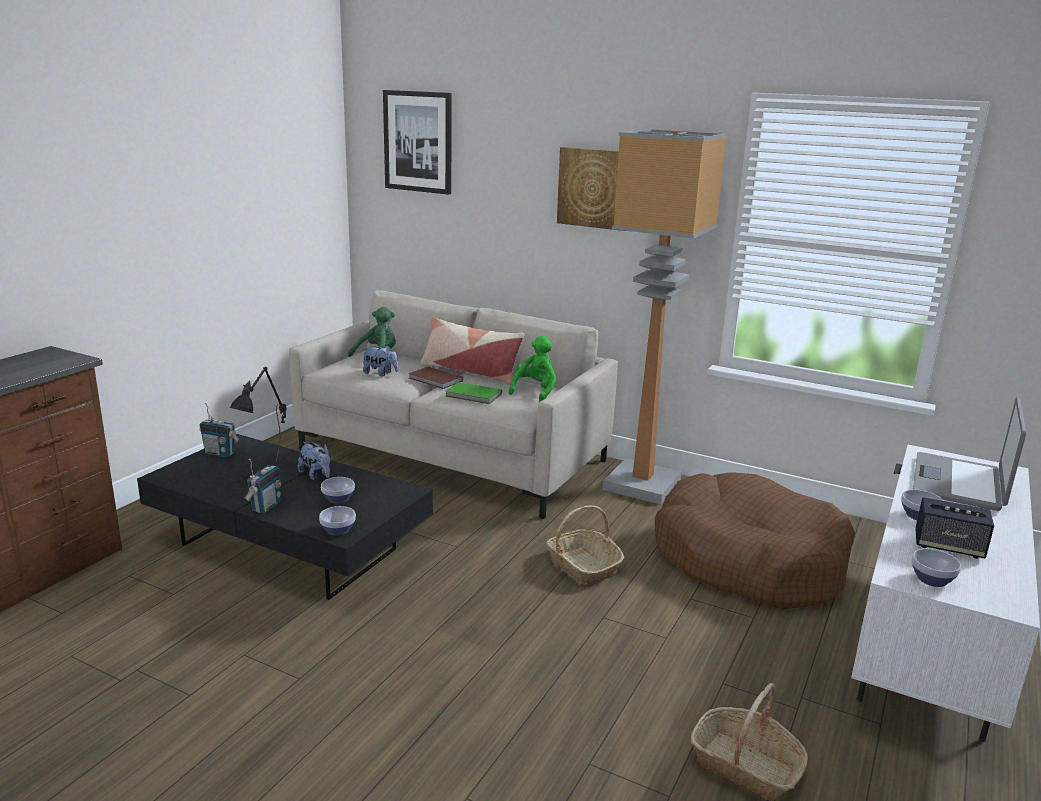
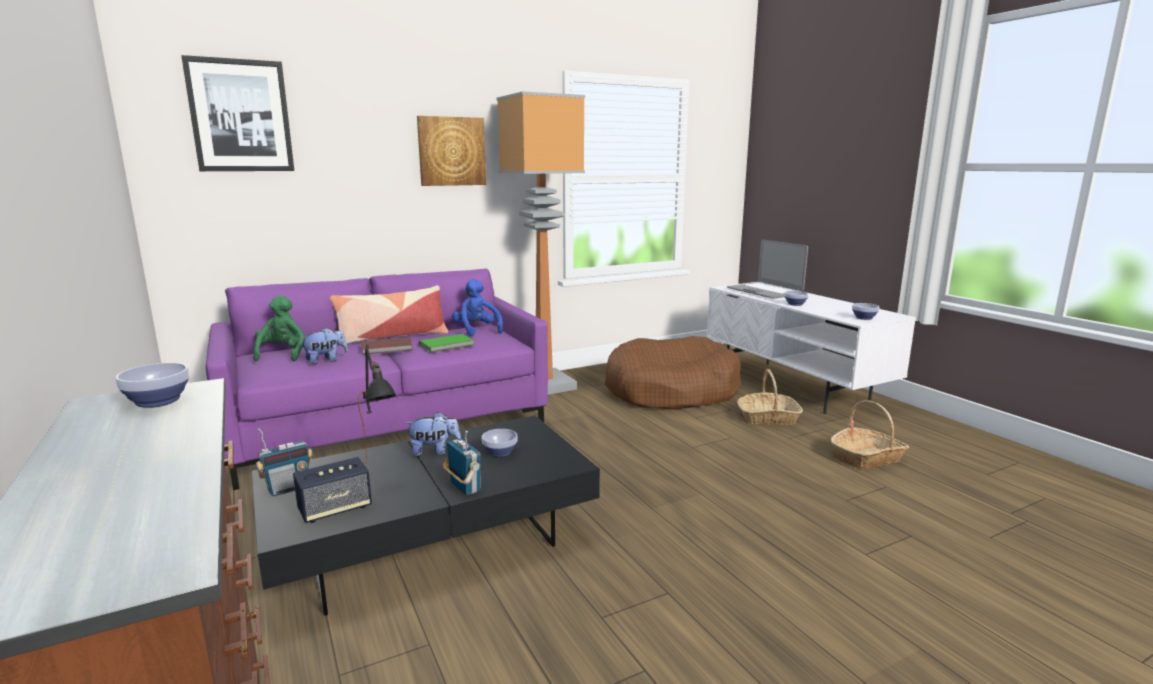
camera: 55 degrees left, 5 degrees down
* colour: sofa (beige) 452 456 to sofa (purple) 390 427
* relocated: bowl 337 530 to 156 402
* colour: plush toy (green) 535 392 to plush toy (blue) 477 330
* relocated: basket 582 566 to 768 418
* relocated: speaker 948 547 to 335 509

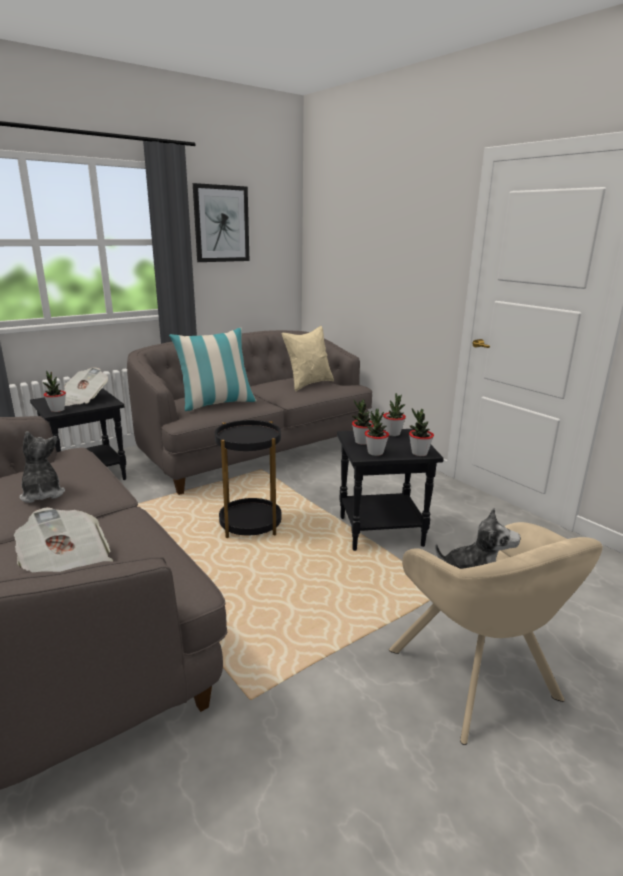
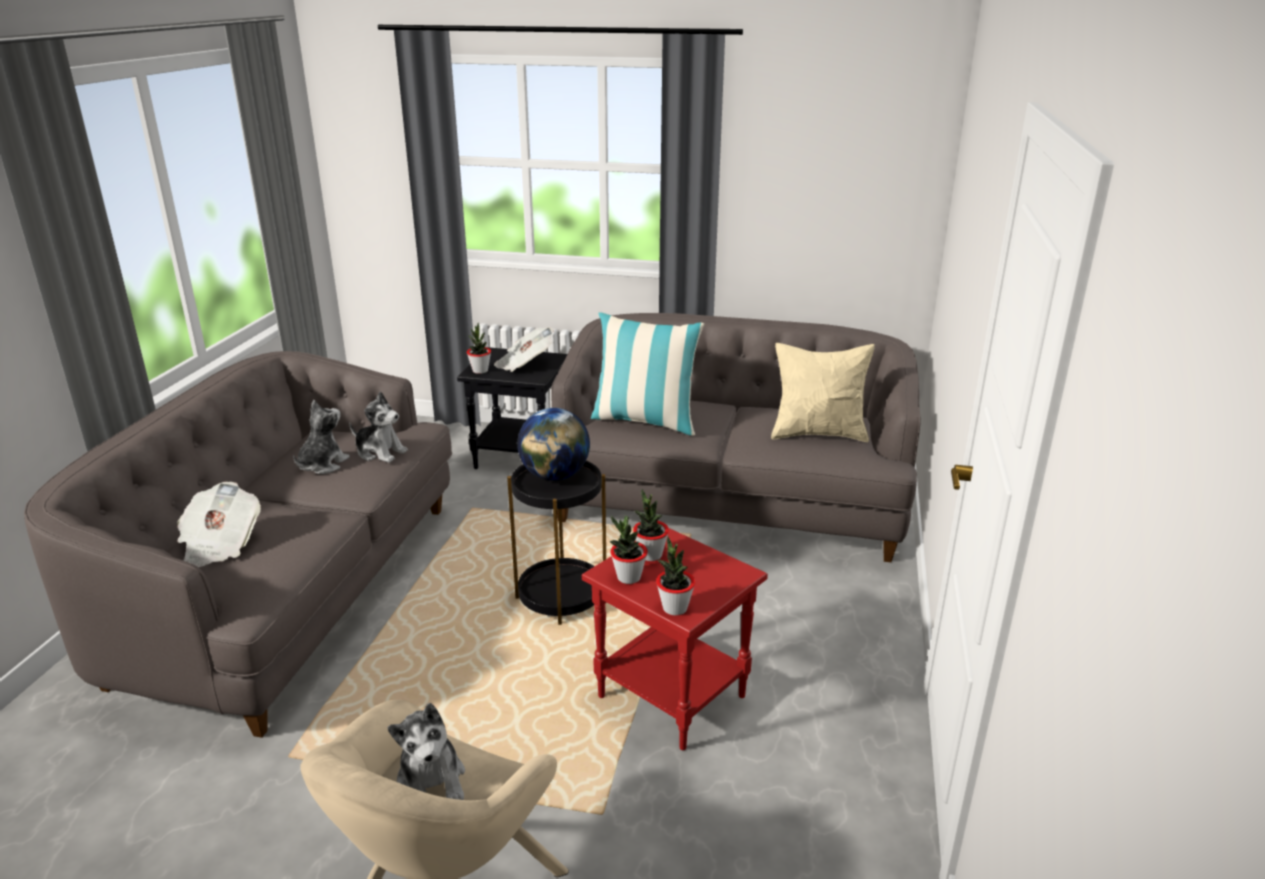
camera: 50 degrees right, 5 degrees up
* missing: picture 221 224
* colour: side table (black) 380 532 to side table (red) 669 697
* missing: potted plant 393 433
* appeared: plush toy 380 452
* appeared: globe 555 476

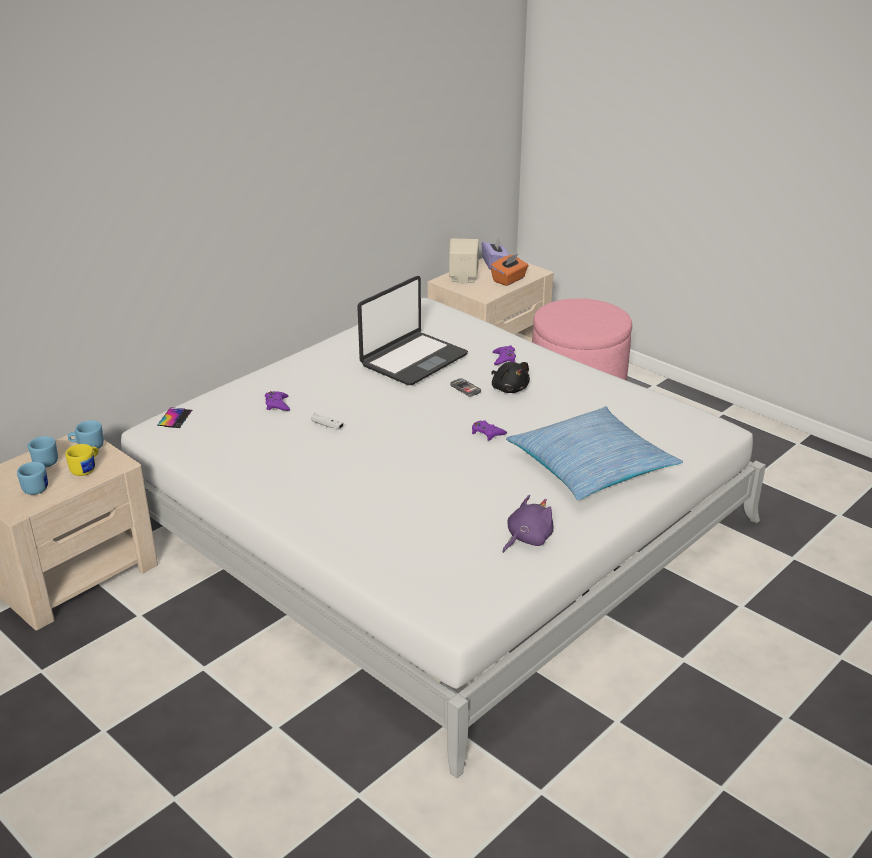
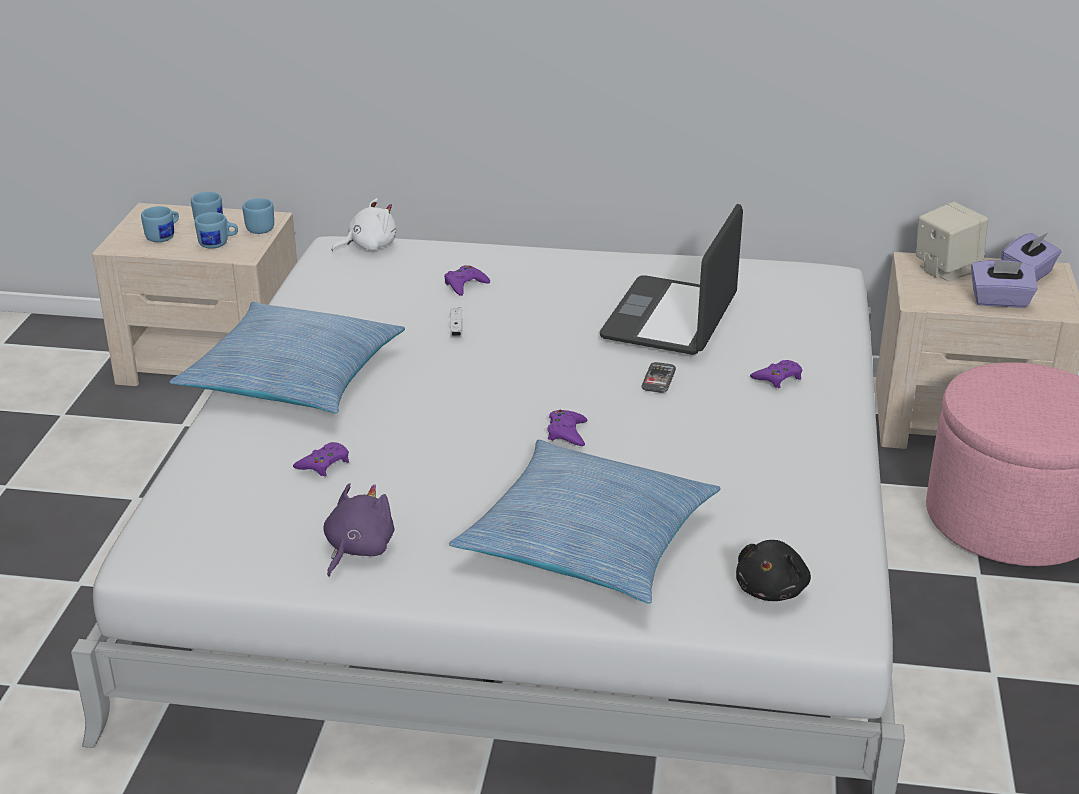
camera: 55 degrees right, 0 degrees up
* colour: mug (yellow) 86 469 to mug (blue) 218 244
* exchanged: phone 175 418 to plush toy (white) 369 246
* spun: laptop 413 360 = 671 318 105 degrees clockwise
* colour: tissue box (orange) 509 280 to tissue box (purple) 1000 301
* relocated: plush toy (black) 509 388 to 772 589
* spun: plush toy (purple) 527 539 = 357 549 75 degrees counterclockwise
* appeared: pillow 293 377
* appeared: game controller (purple) 324 463

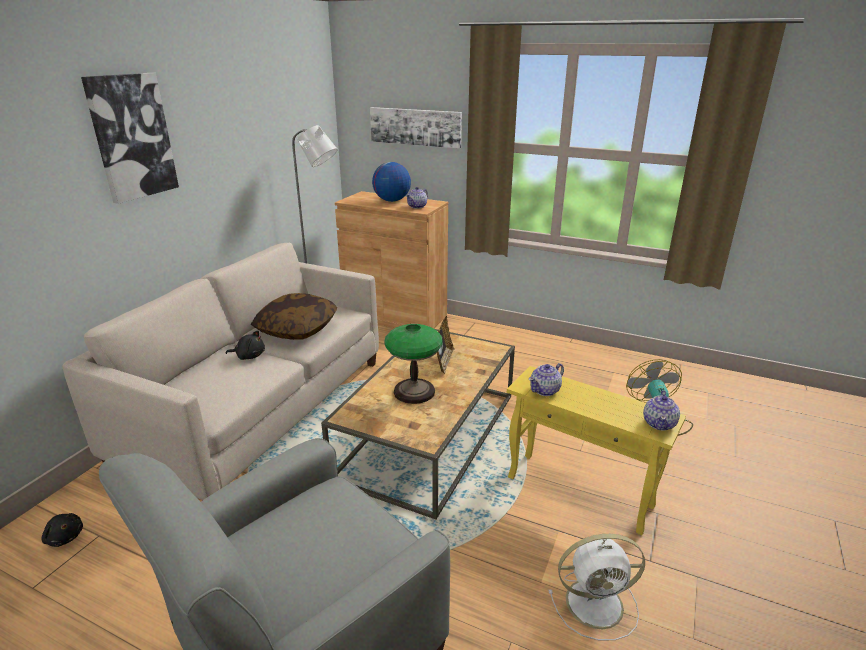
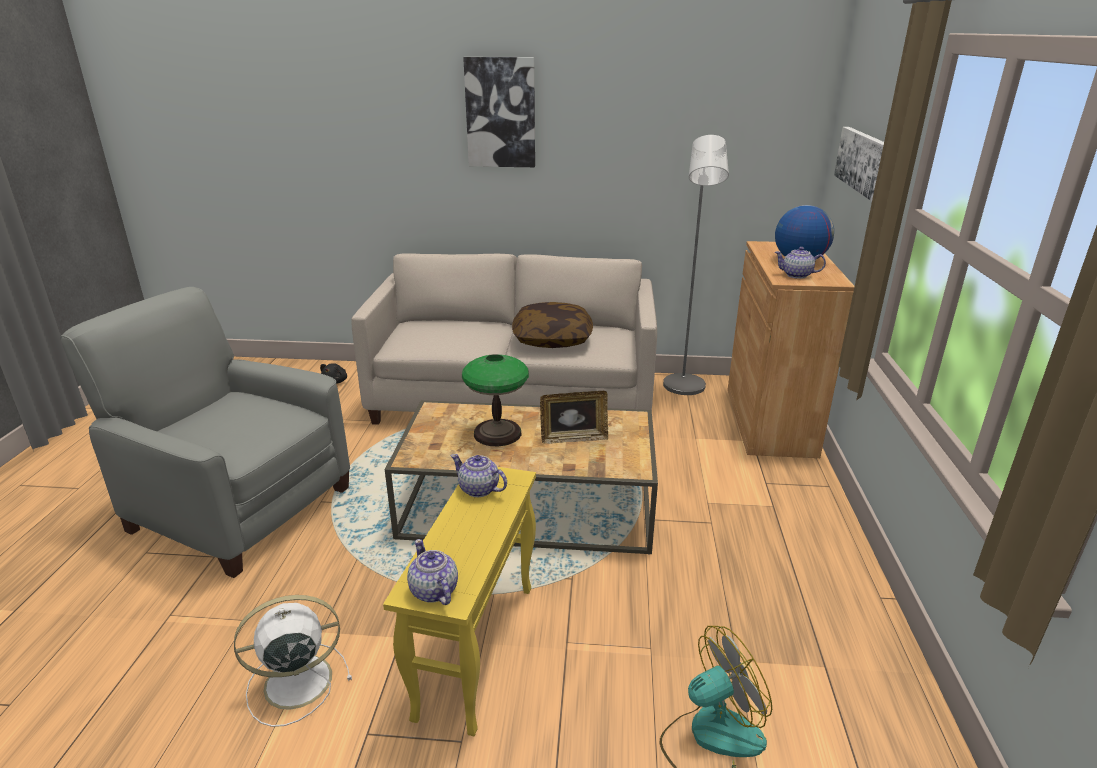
camera: 70 degrees right, 0 degrees up
* missing: plush toy (black) 249 356
* spun: fan (white) 597 603 = 295 682 90 degrees clockwise
* spun: teapot 659 423 = 433 591 60 degrees clockwise

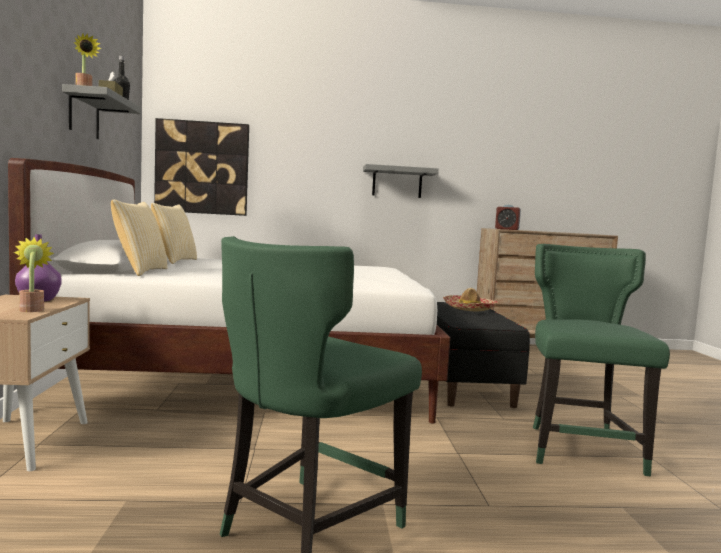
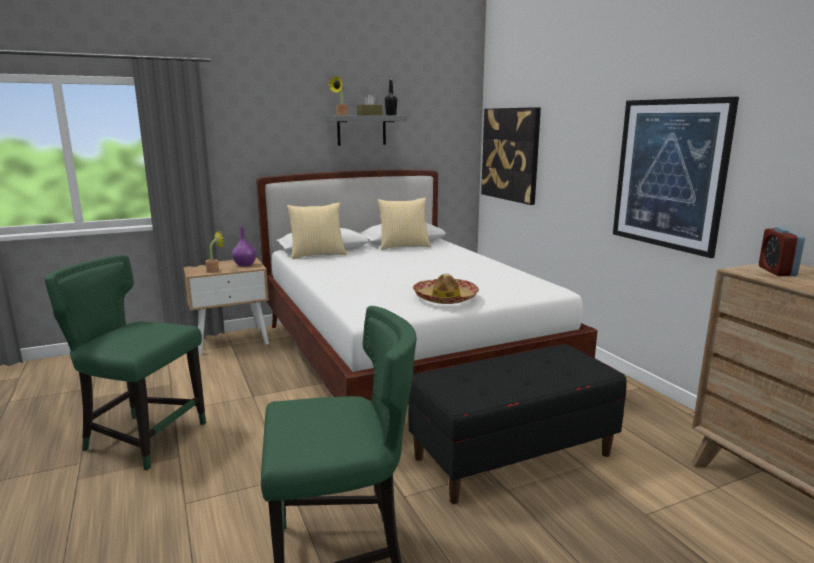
camera: 70 degrees right, 10 degrees up
* exchanged: shelf (grey) 397 182 to picture 669 174
* relocated: hat 469 309 to 445 298

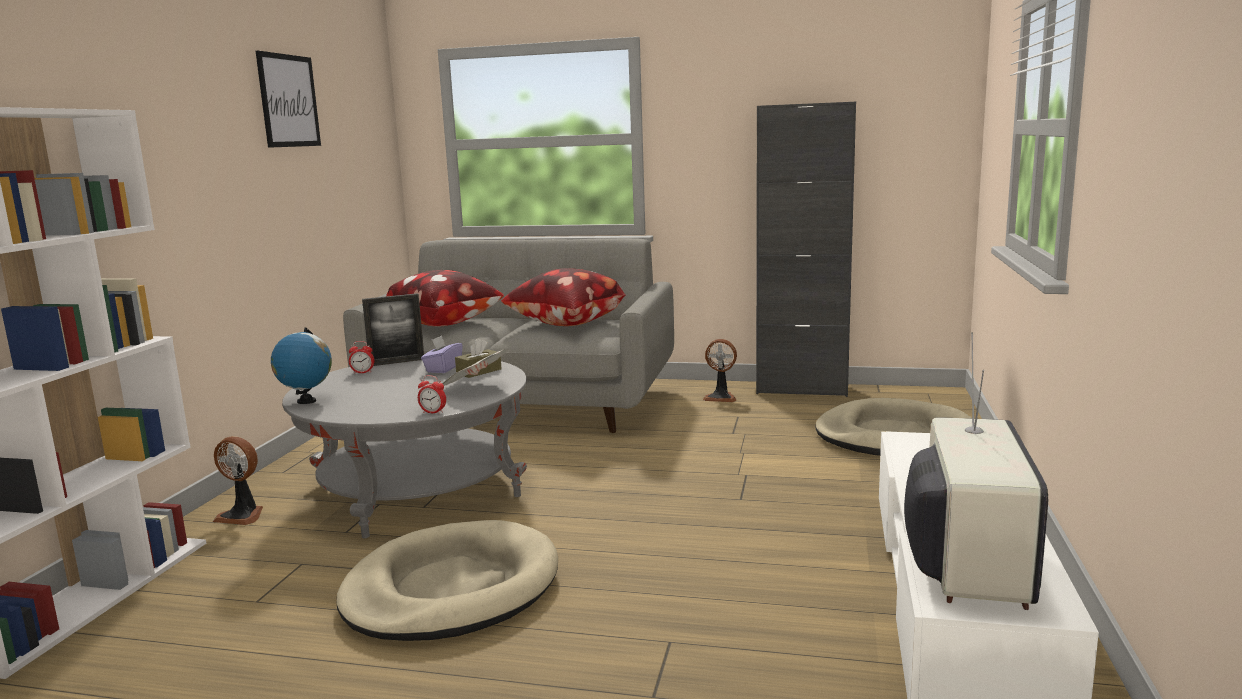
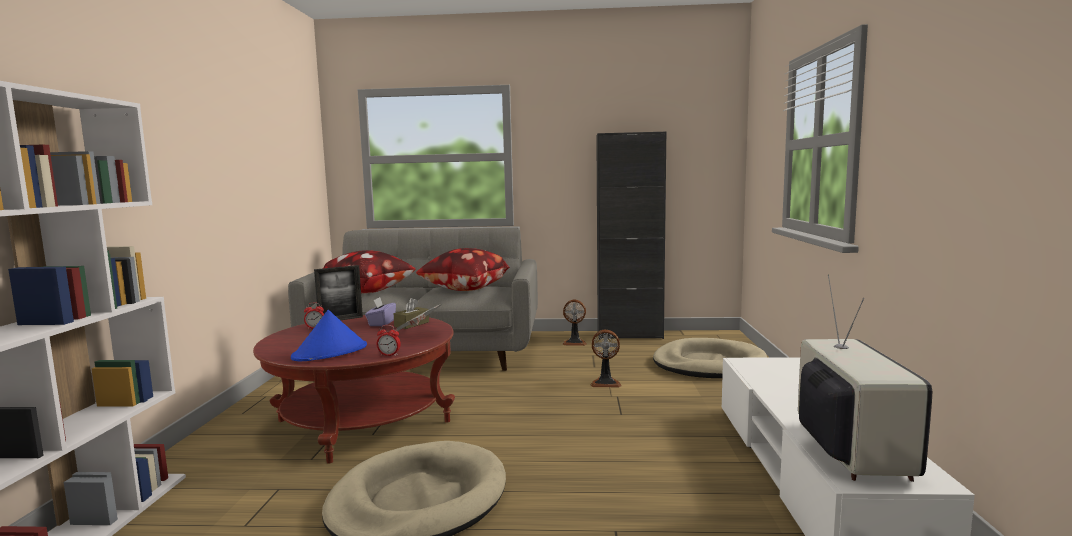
camera: 10 degrees left, 5 degrees down
* relocated: fan 242 515 to 605 383
* missing: picture 289 101
* missing: globe 306 401
* colour: coffee table (grey) 418 489 to coffee table (red) 364 421
* appeared: hat (blue) 330 352

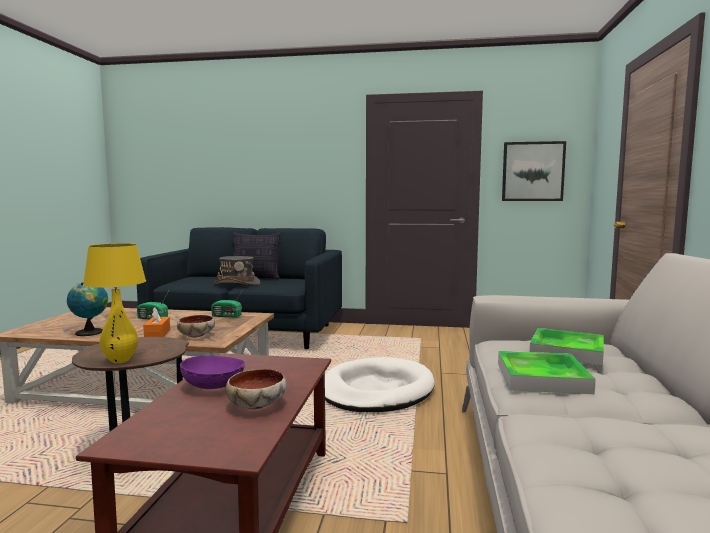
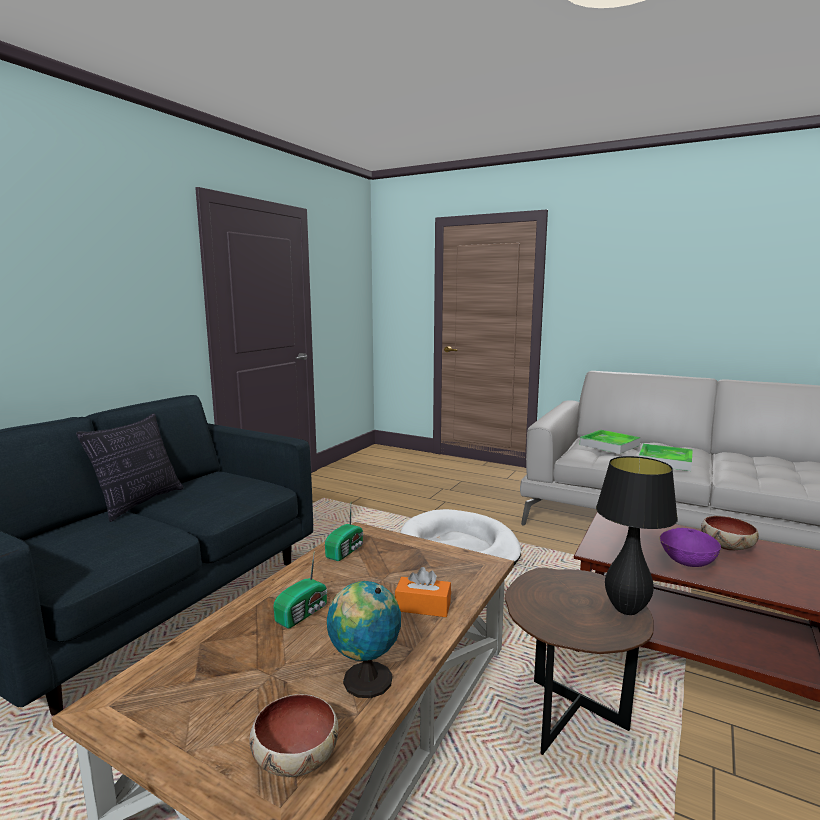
camera: 70 degrees left, 5 degrees up
* colour: table lamp (yellow) 120 361 to table lamp (black) 626 609
* relocated: bowl 196 335 to 294 757
* missing: hat (grey) 237 284
* missing: picture 532 171

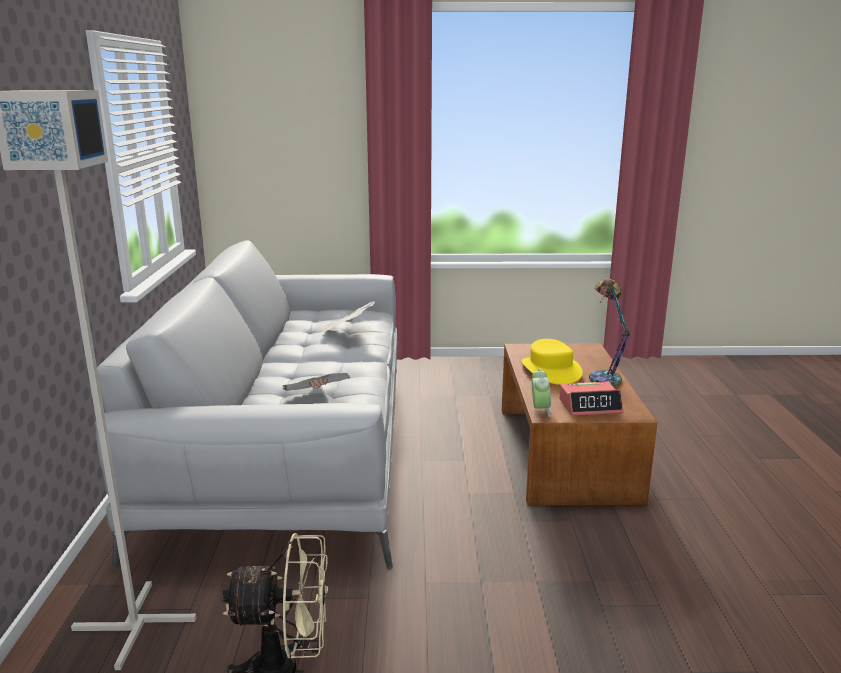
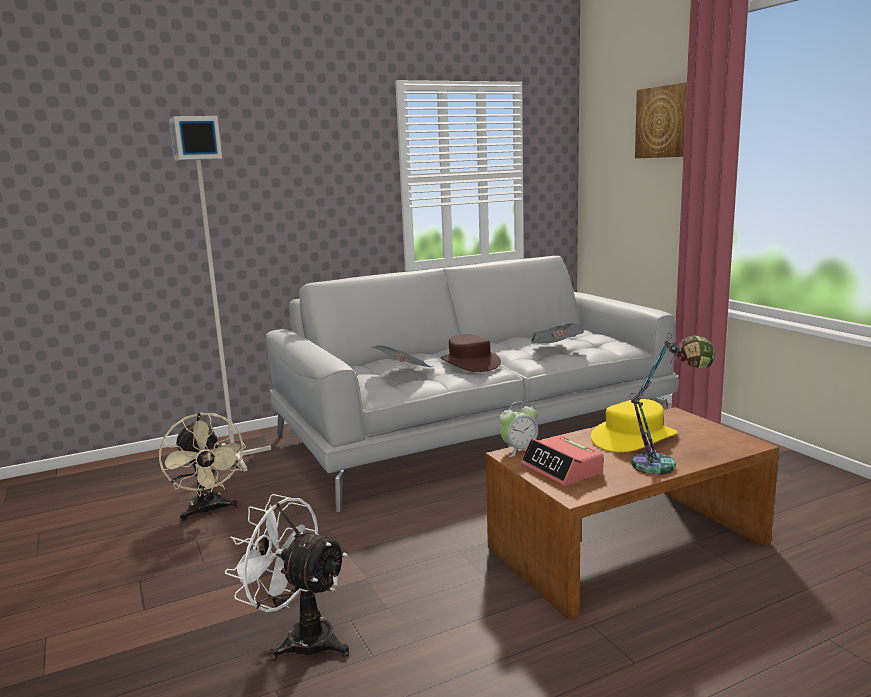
camera: 65 degrees right, 5 degrees down
* appeared: fan (white) 300 638
* appeared: hat (brown) 470 363
* appeared: picture 664 122

